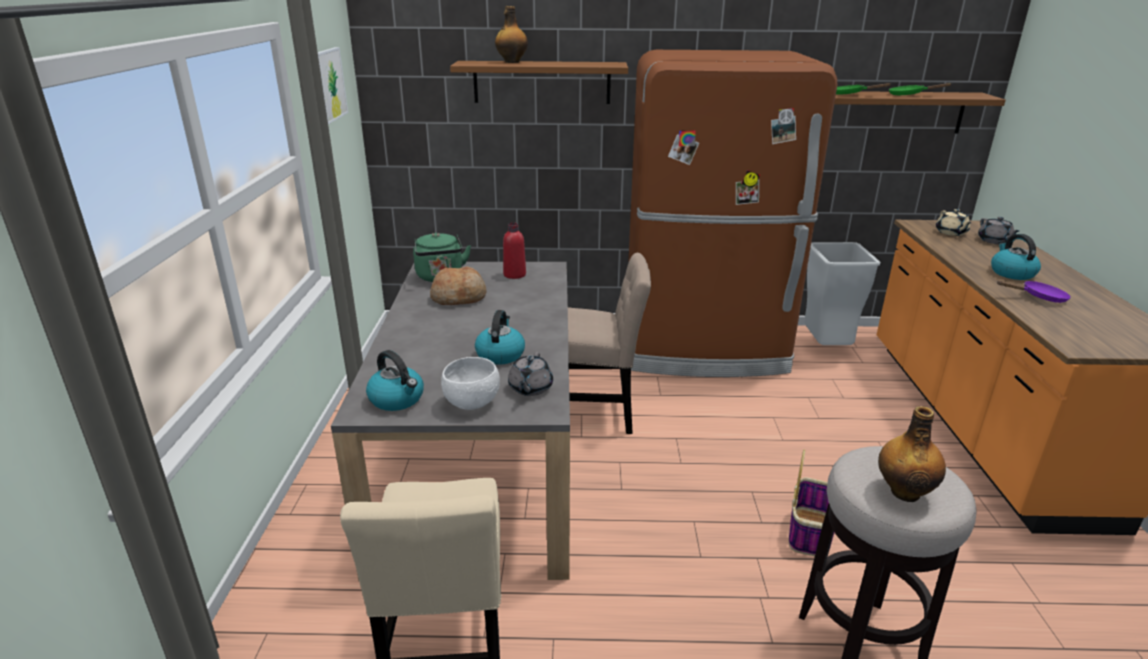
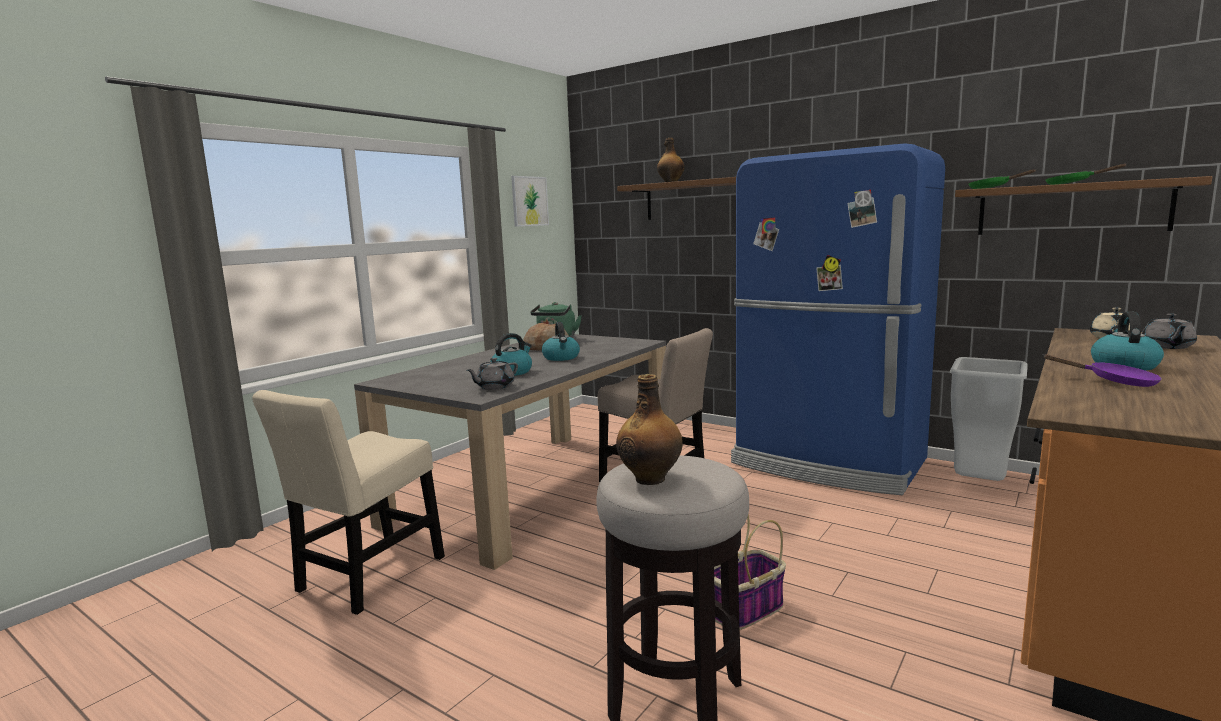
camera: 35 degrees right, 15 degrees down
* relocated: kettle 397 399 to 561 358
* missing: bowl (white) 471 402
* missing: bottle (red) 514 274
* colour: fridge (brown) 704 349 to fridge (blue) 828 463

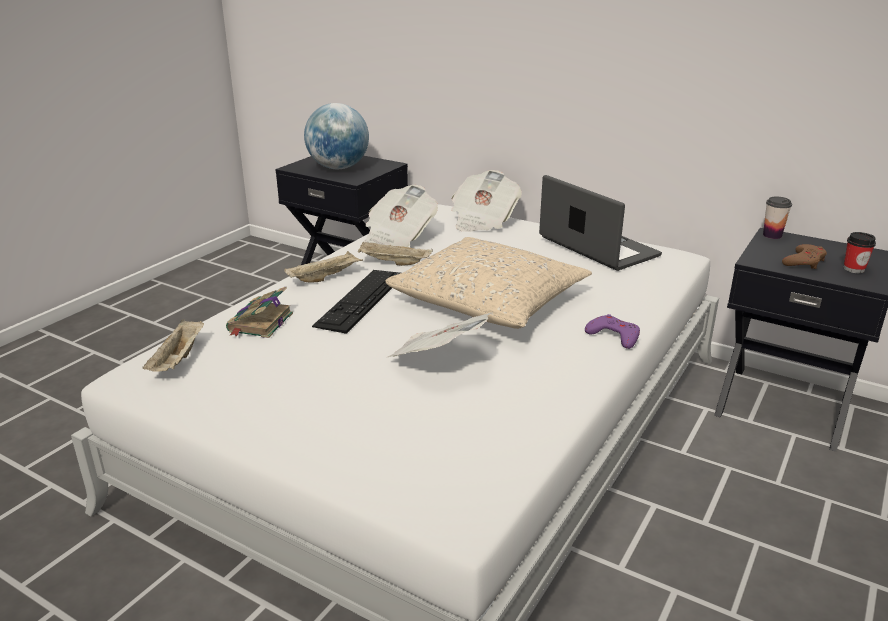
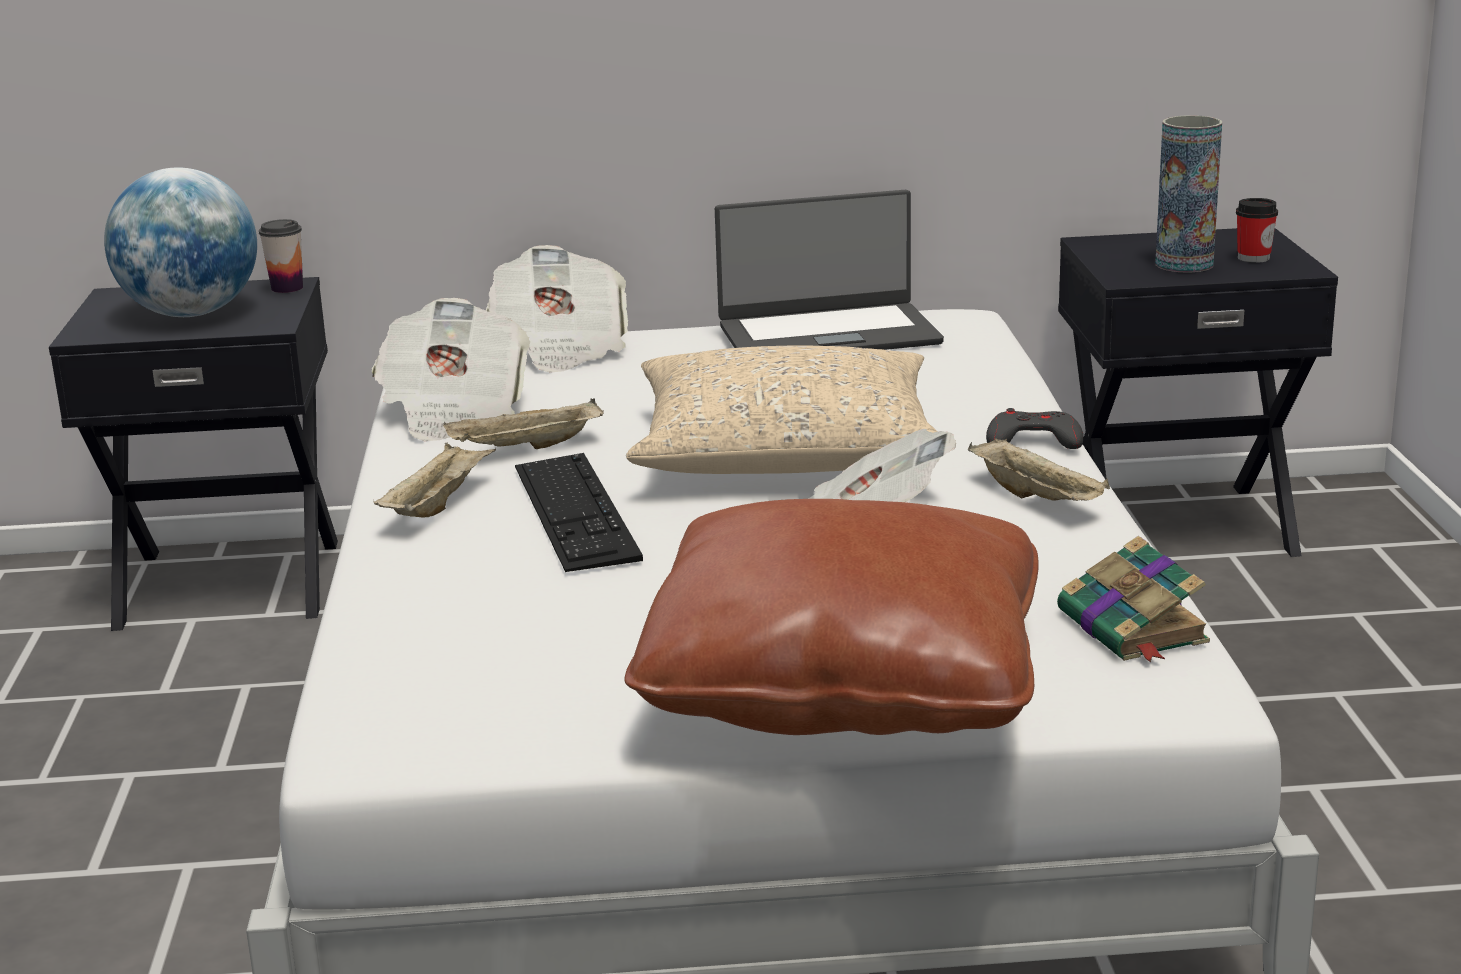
camera: 35 degrees left, 5 degrees down
* relocated: tray (beige) 178 360 to 1038 498
* relocated: book 259 323 to 1134 628
* spun: laptop 597 247 = 828 334 150 degrees clockwise
* colour: game controller (purple) 614 336 to game controller (grey) 1033 440
* relocated: cup 772 235 to 287 288
* exchanged: game controller (brown) 804 261 to vase 1184 264
* appeared: pillow (brown) 843 683

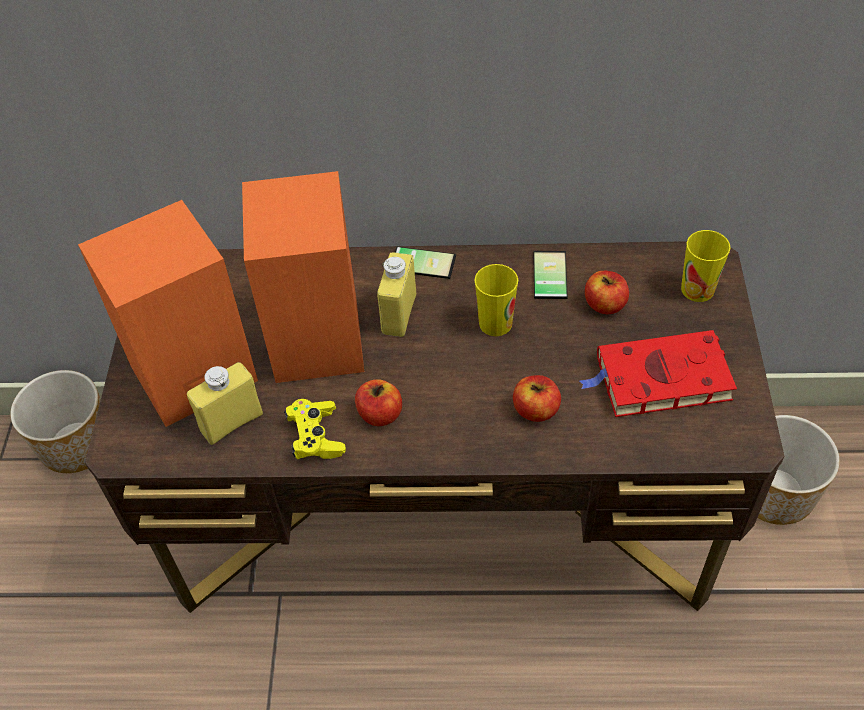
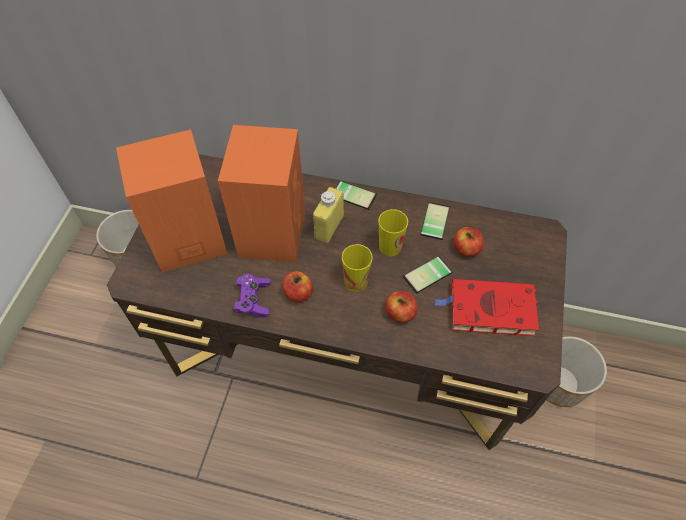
camera: 10 degrees right, 5 degrees up
* missing: bottle (yellow) 231 422
* colour: game controller (yellow) 316 437 to game controller (purple) 253 300
* relocated: cup 697 289 to 356 281
* appeared: phone 429 276

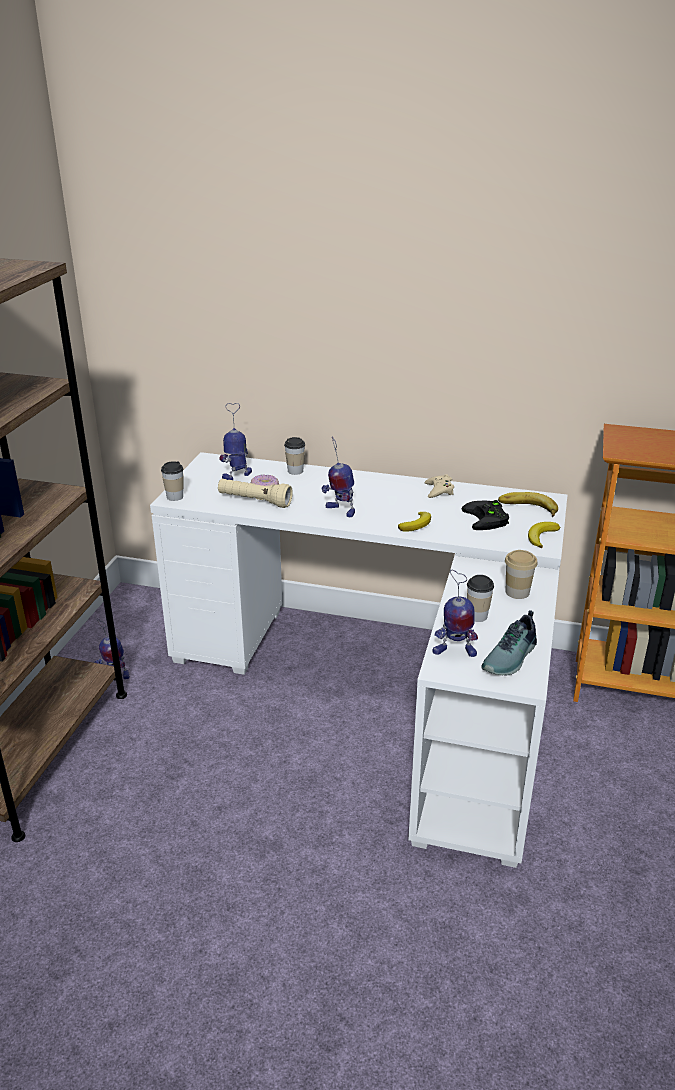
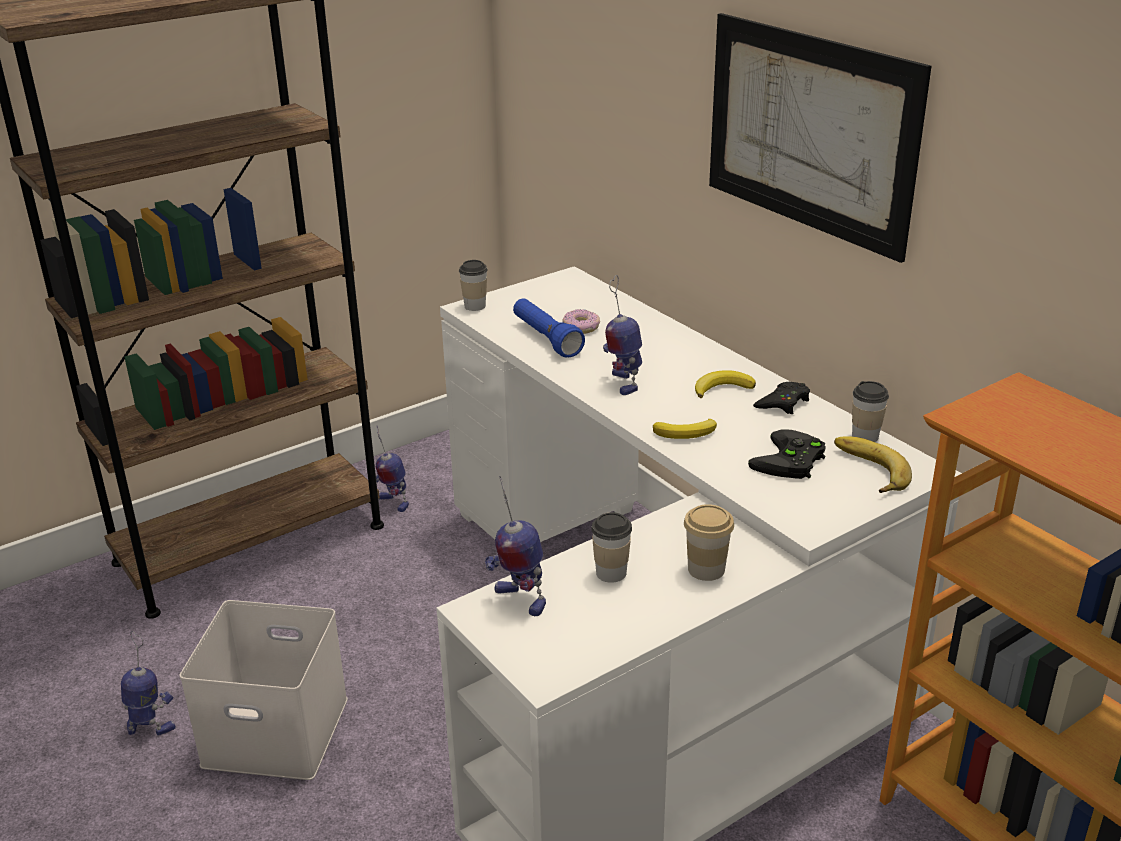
camera: 40 degrees right, 0 degrees up
* colour: flashlight (beige) 254 501 to flashlight (blue) 546 339
* relocated: toy robot 238 475 to 151 728
* relocated: cup 295 471 to 865 436
* colour: game controller (beige) 439 490 to game controller (black) 783 403
* missing: shoe 512 658
* relocated: banana 541 536 to 722 388
* appeared: storage box (white) 279 730
* appeared: picture 809 132

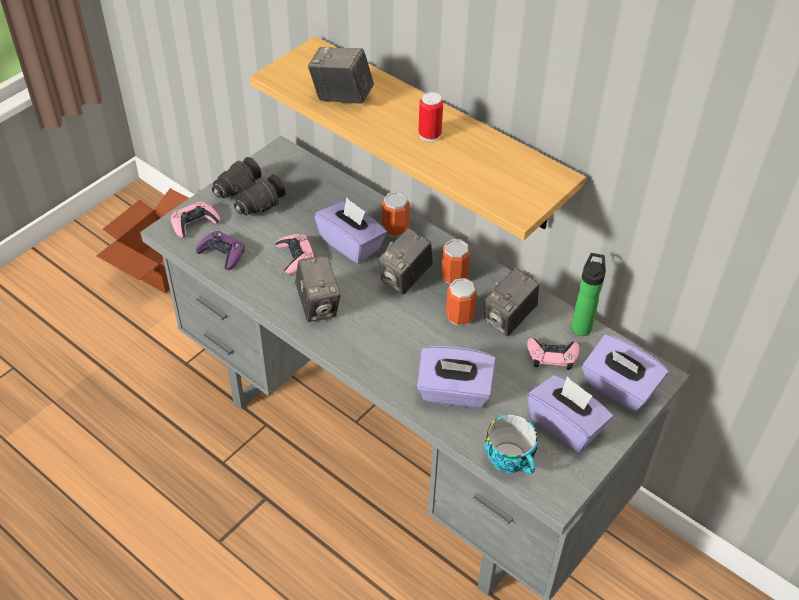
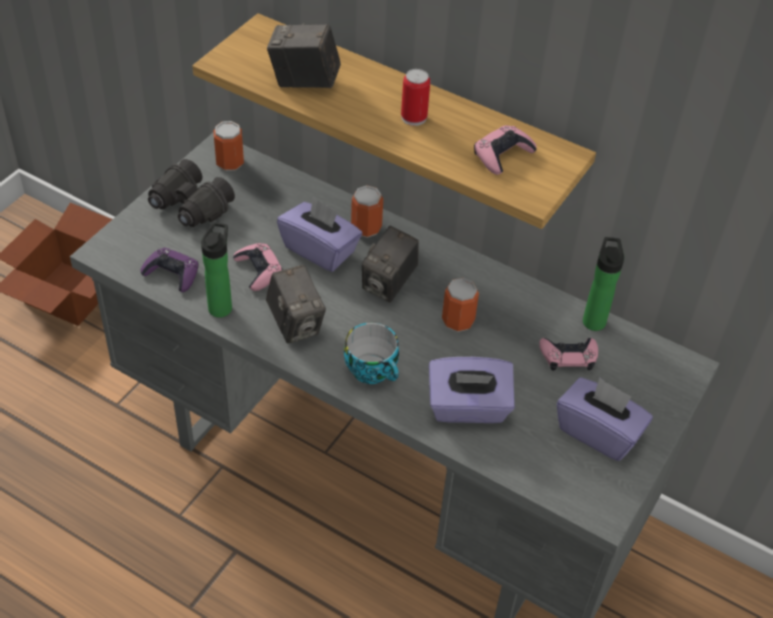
camera: 10 degrees left, 0 degrees up
* relocated: game controller (pink) 194 223 to 502 155
* relocated: can 454 276 to 230 162
* missing: photo camera 509 319
* relocated: cup 511 459 to 373 370
* missing: tissue box (purple) 618 388
* appeared: bottle 221 306

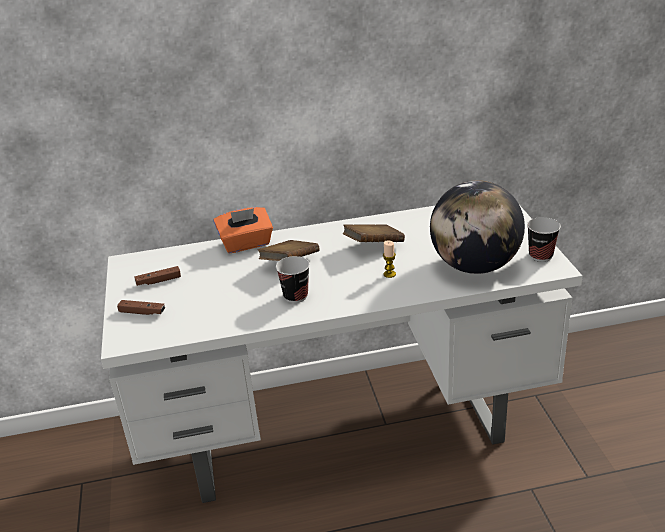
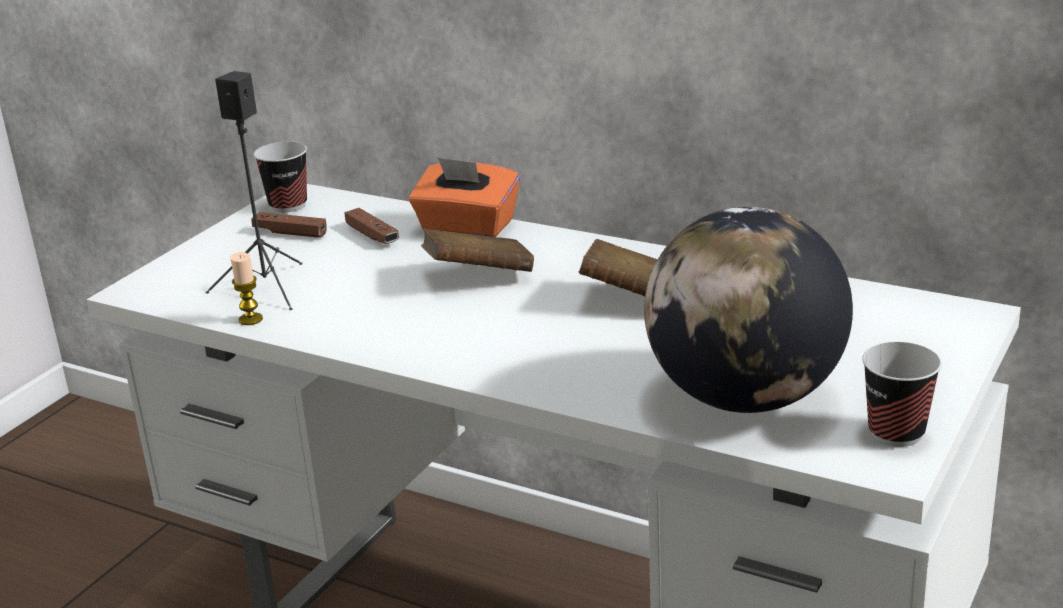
camera: 40 degrees right, 5 degrees down
* relocated: game controller (brown) 142 312 to 372 235
* relocated: cup 295 296 to 288 205
* relocated: candle 389 274 to 250 319
* appeared: speaker (black) 267 288

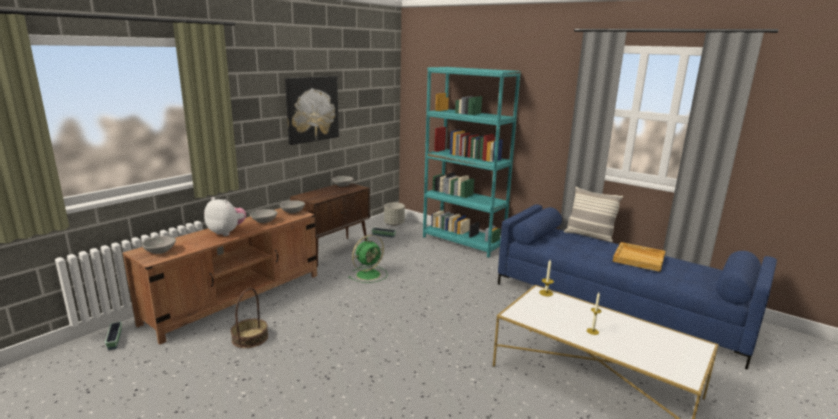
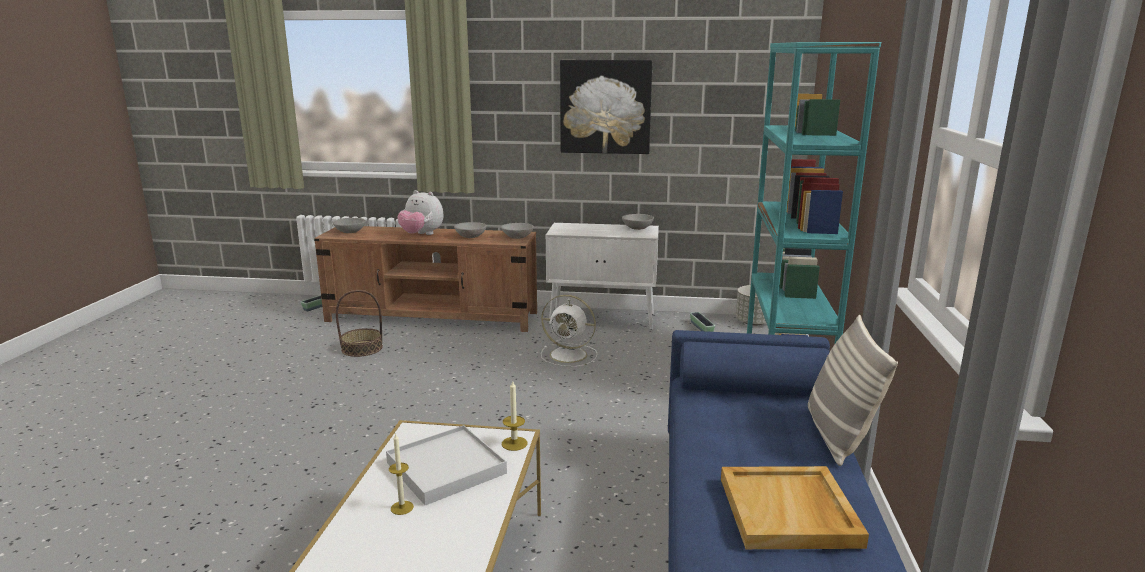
camera: 60 degrees right, 0 degrees up
* spun: plush toy 227 232 = 421 235 120 degrees clockwise
* colour: cabinet (brown) 333 251 to cabinet (white) 603 319
* colour: fan (green) 369 274 to fan (white) 570 355
* appeared: tray (white) 446 468

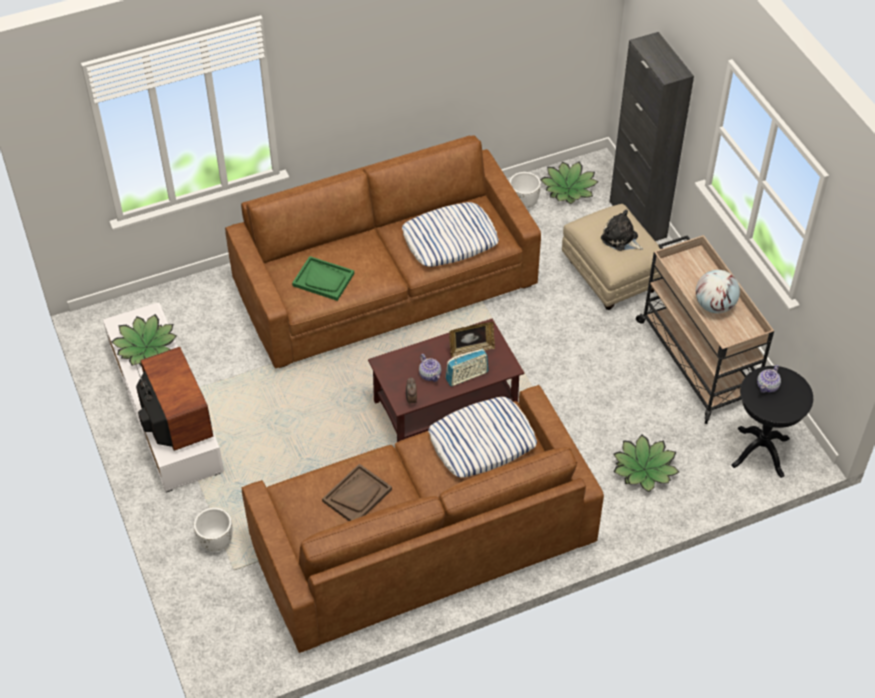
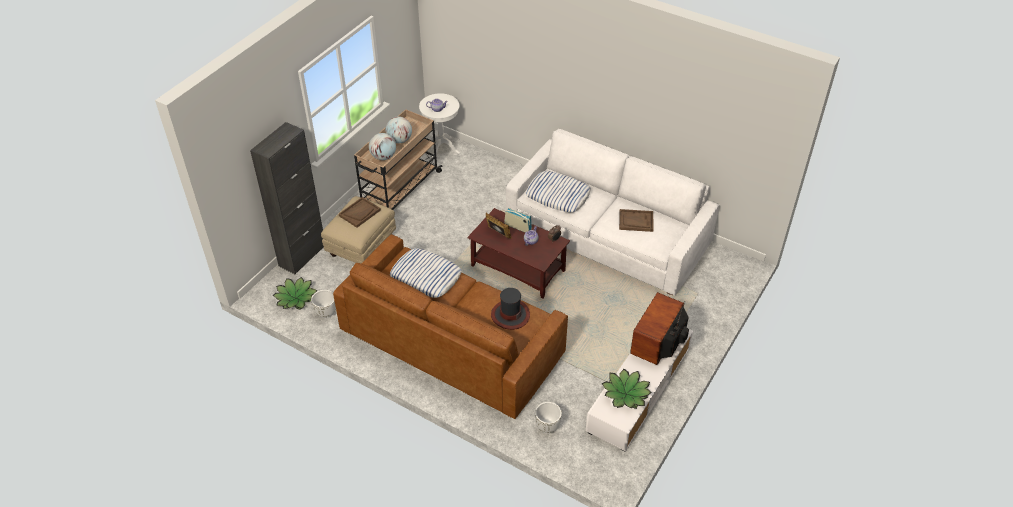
camera: 125 degrees left, 5 degrees down
* relocated: planter (white) 216 541 to 547 426
* colour: sofa (brown) 422 540 to sofa (white) 607 235
* exchanged: tray (green) 323 279 to hat 510 315
* exchanged: plush toy 621 239 to tray (brown) 359 213
* missing: potted plant 644 469
* colour: side table (black) 760 452 to side table (white) 442 149
* appeared: globe 383 157

